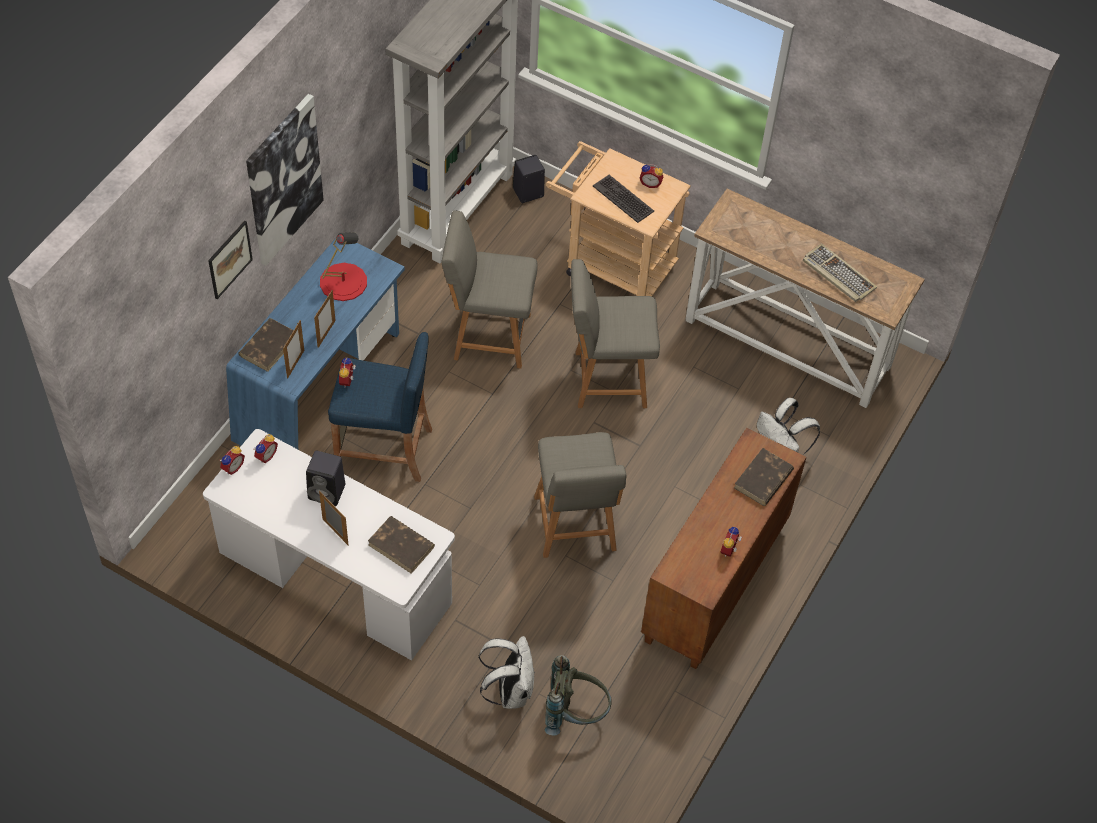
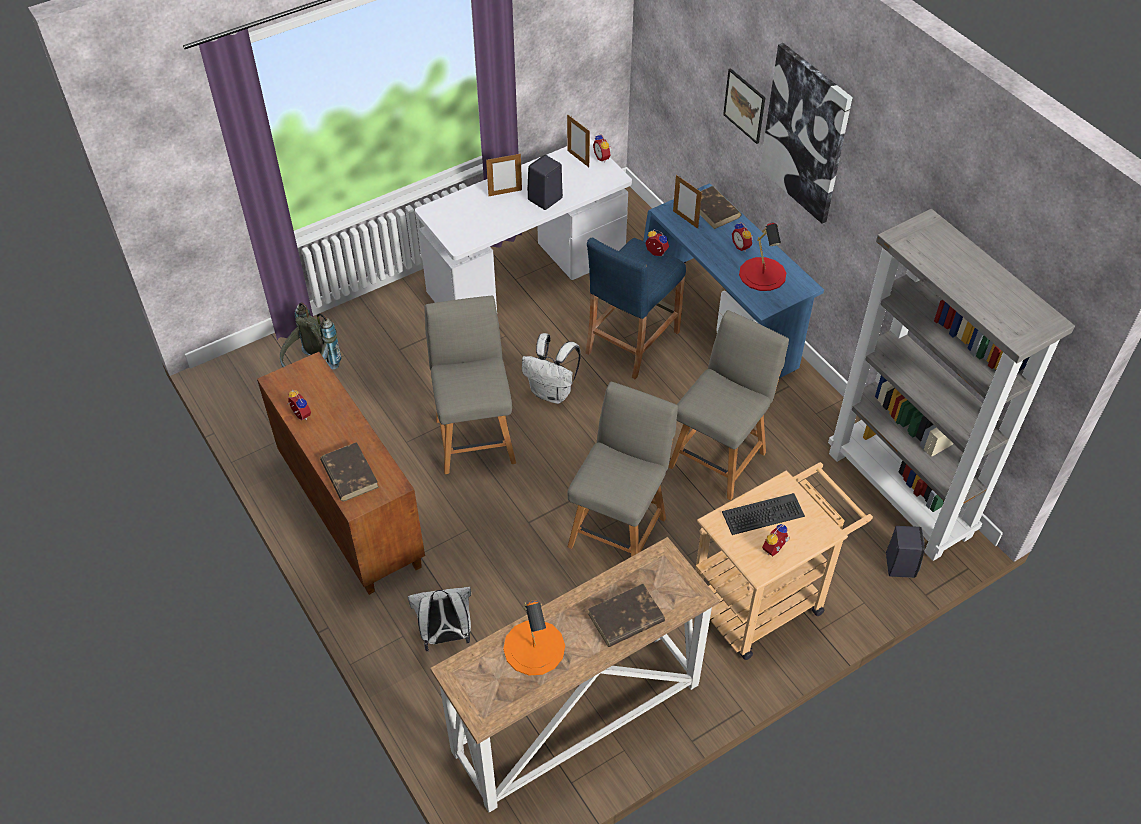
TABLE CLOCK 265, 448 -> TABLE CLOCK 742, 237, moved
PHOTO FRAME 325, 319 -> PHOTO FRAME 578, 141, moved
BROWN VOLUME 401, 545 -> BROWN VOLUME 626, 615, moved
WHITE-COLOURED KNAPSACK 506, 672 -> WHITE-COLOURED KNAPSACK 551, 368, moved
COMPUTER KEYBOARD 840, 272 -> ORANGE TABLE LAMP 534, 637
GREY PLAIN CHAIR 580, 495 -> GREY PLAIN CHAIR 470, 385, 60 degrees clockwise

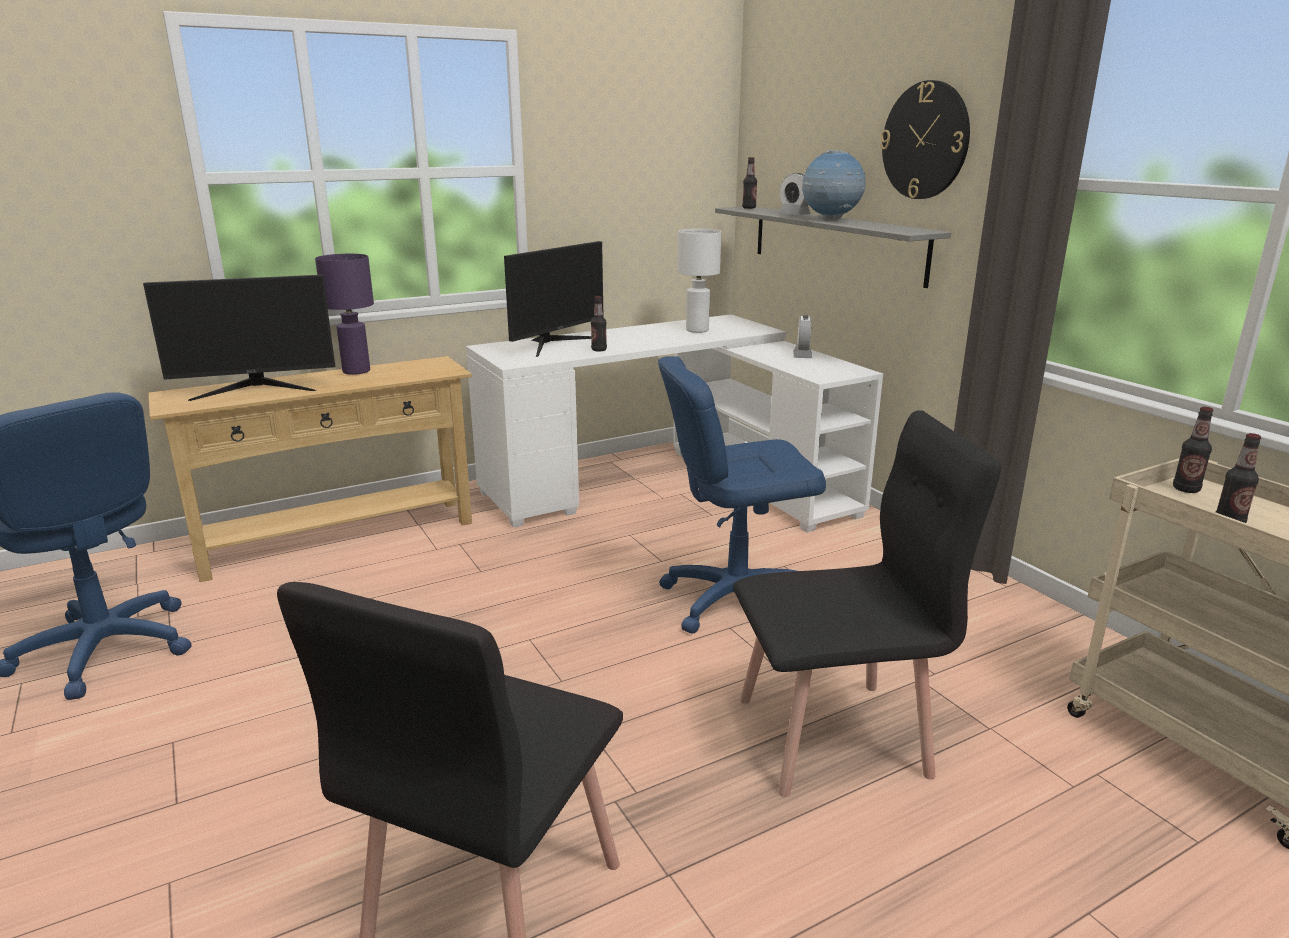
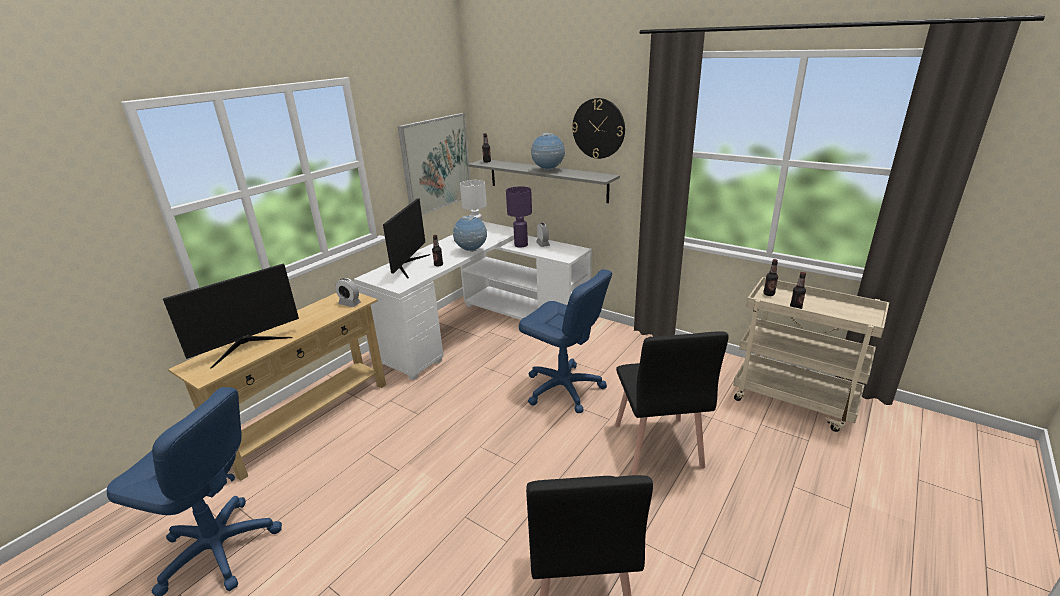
none -> WALL PICTURE 434, 164
none -> GLOBE 470, 233
PURPLE TABLE LAMP 344, 314 -> PURPLE TABLE LAMP 519, 216, moved
TABLE CLOCK 795, 194 -> TABLE CLOCK 348, 292, moved
BLUE DESK CHAIR 742, 495 -> BLUE DESK CHAIR 565, 341, 105 degrees counterclockwise
BLACK-COLOURED PLAIN CHAIR 867, 603 -> BLACK-COLOURED PLAIN CHAIR 672, 403, 120 degrees clockwise

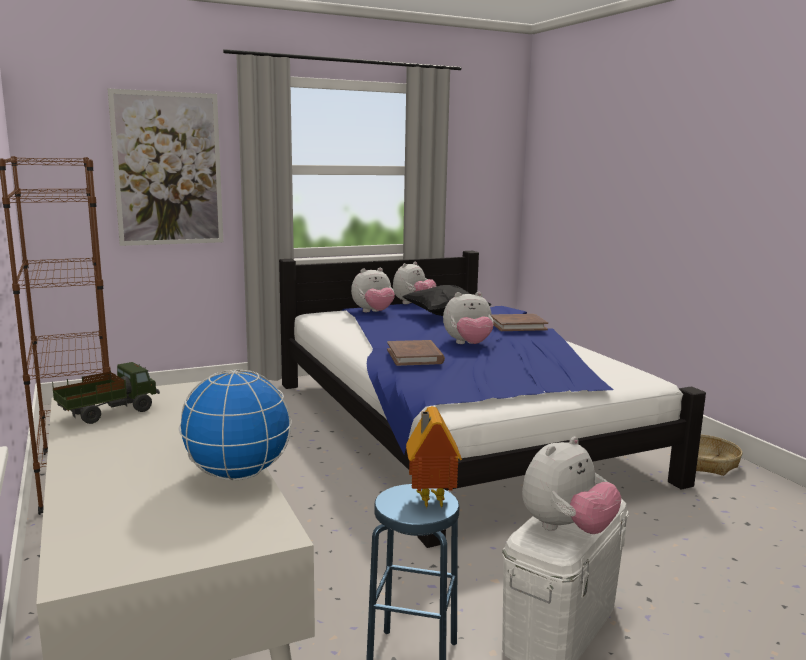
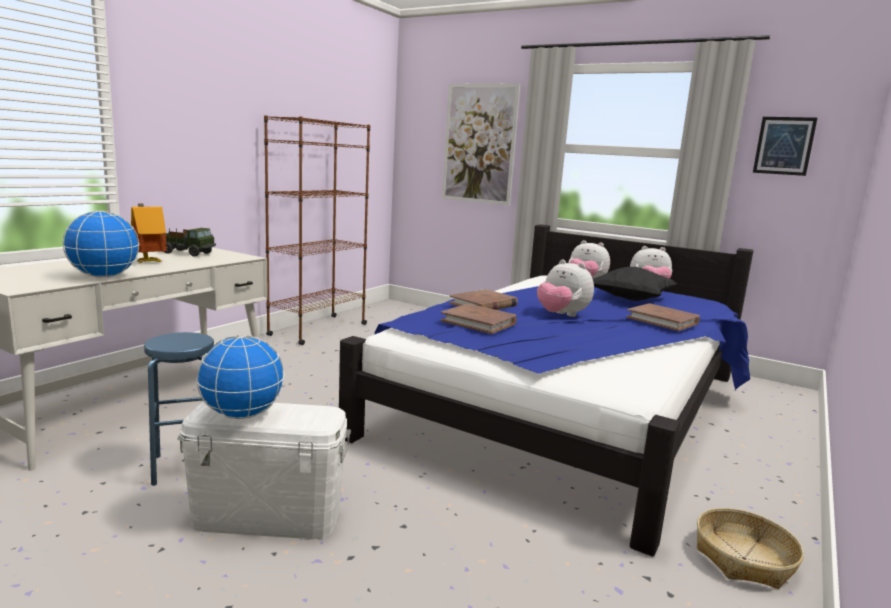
none -> BROWN VOLUME 479, 319
none -> WALL PICTURE 785, 146
TOY HOUSE 434, 457 -> TOY HOUSE 149, 233, moved
SOFT TOY 571, 485 -> GLOBE 240, 377

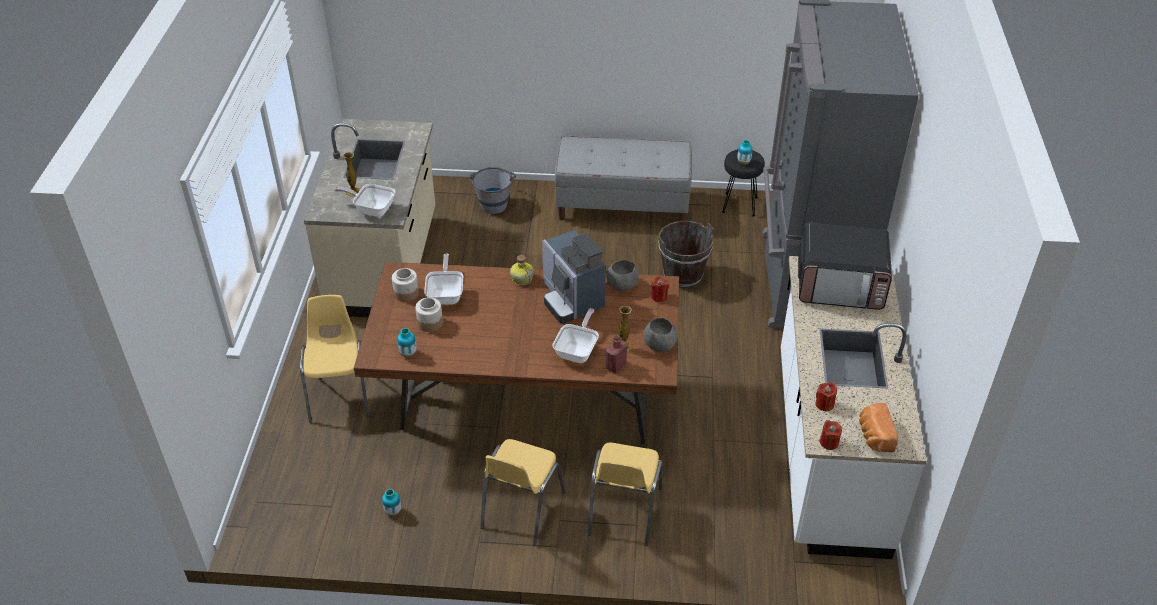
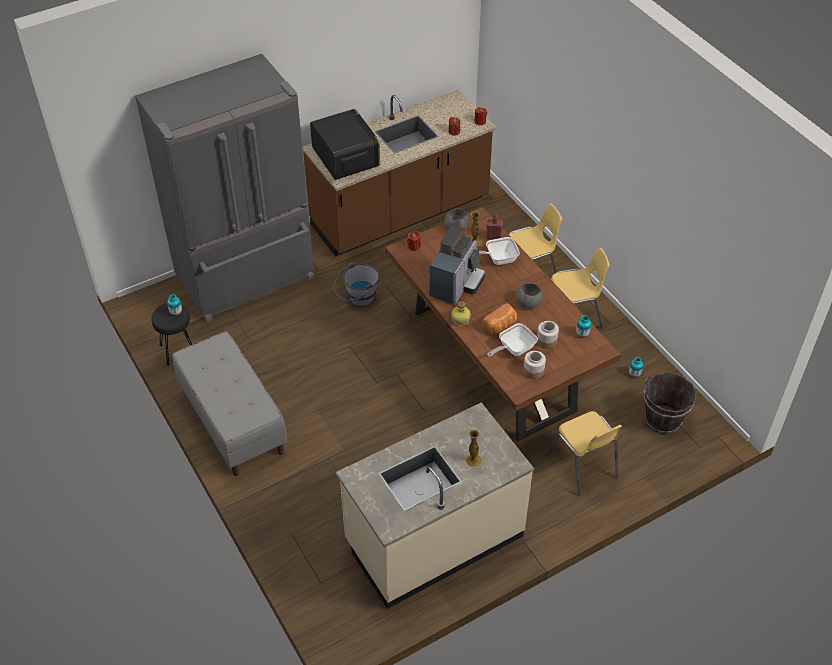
FRYING PAN 364, 200 -> none
GREY PAIL 493, 190 -> GREY PAIL 357, 284, moved
GREY DEEP DISH 622, 276 -> GREY DEEP DISH 529, 296, moved
BROWN PAIL 686, 254 -> BROWN PAIL 671, 403, moved
BAKERY BREAD 878, 427 -> BAKERY BREAD 500, 319, moved
WHITE-COLOURED KITCHEN BASE UNIT 853, 407 -> BROWN KITCHEN BASE UNIT 399, 173
YELLOWISH PLAIN CHAIR 334, 359 -> YELLOWISH PLAIN CHAIR 584, 453, 75 degrees counterclockwise

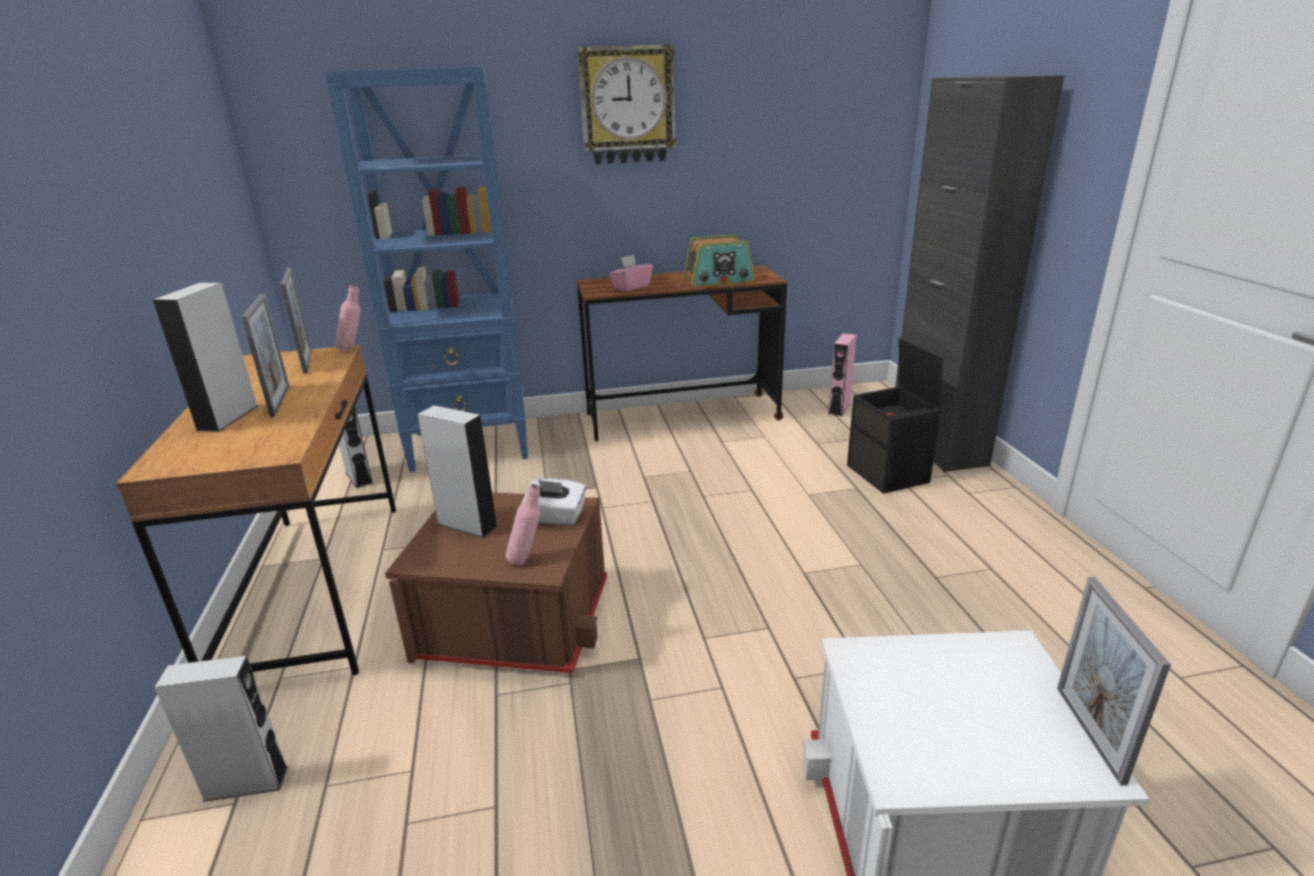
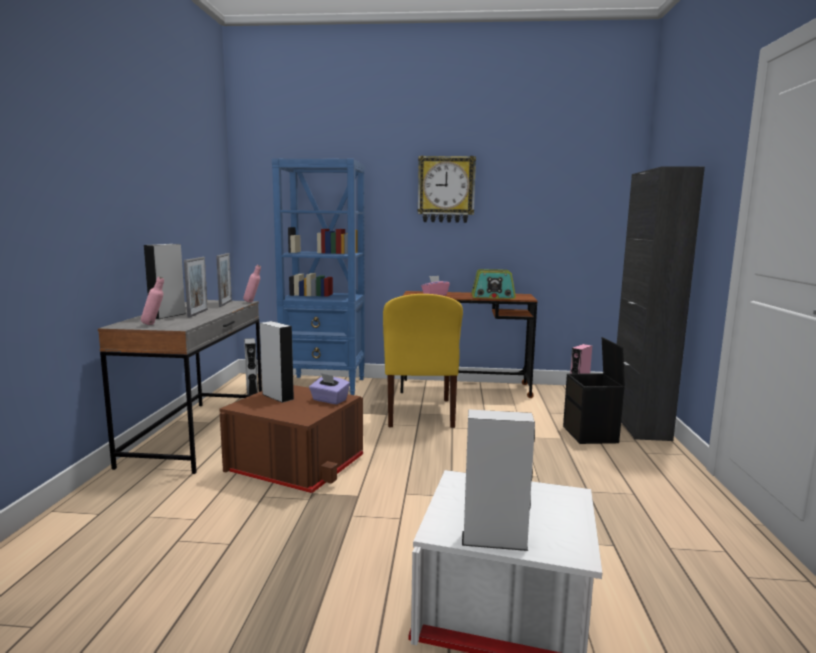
PHOTO FRAME 1114, 681 -> none
none -> YELLOWISH PLAIN CHAIR 423, 361
GREY SPEAKER 221, 728 -> GREY SPEAKER 498, 480, moved
PINK BEVERAGE BOTTLE 523, 524 -> PINK BEVERAGE BOTTLE 152, 301, moved
BROWN DESK TABLE 256, 510 -> GREY DESK TABLE 180, 387
WHITE-COLOURED BOX OF TISSUES 553, 502 -> PURPLE BOX OF TISSUES 329, 388

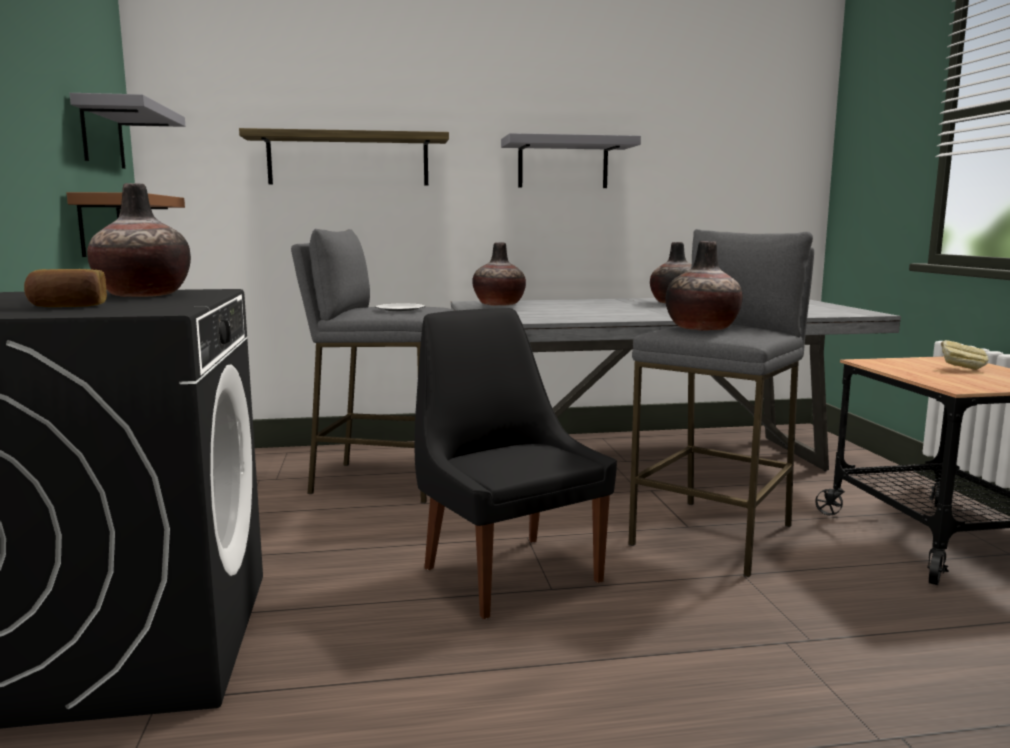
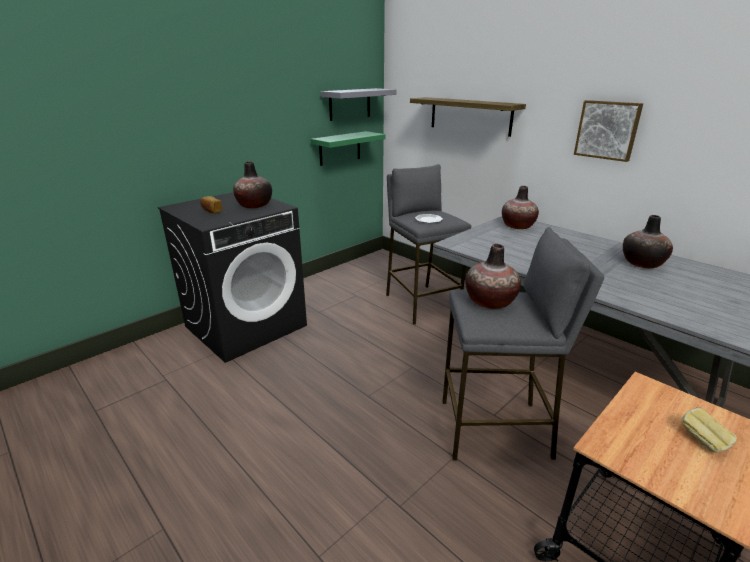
BLACK-COLOURED PLAIN CHAIR 516, 463 -> none
GREY SHELF 571, 160 -> WALL PICTURE 608, 131
BROWN SHELF 126, 224 -> GREEN SHELF 348, 148

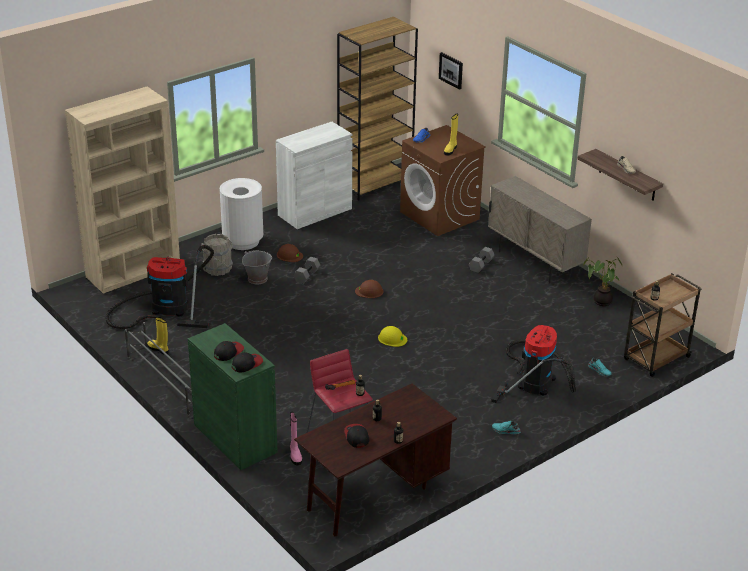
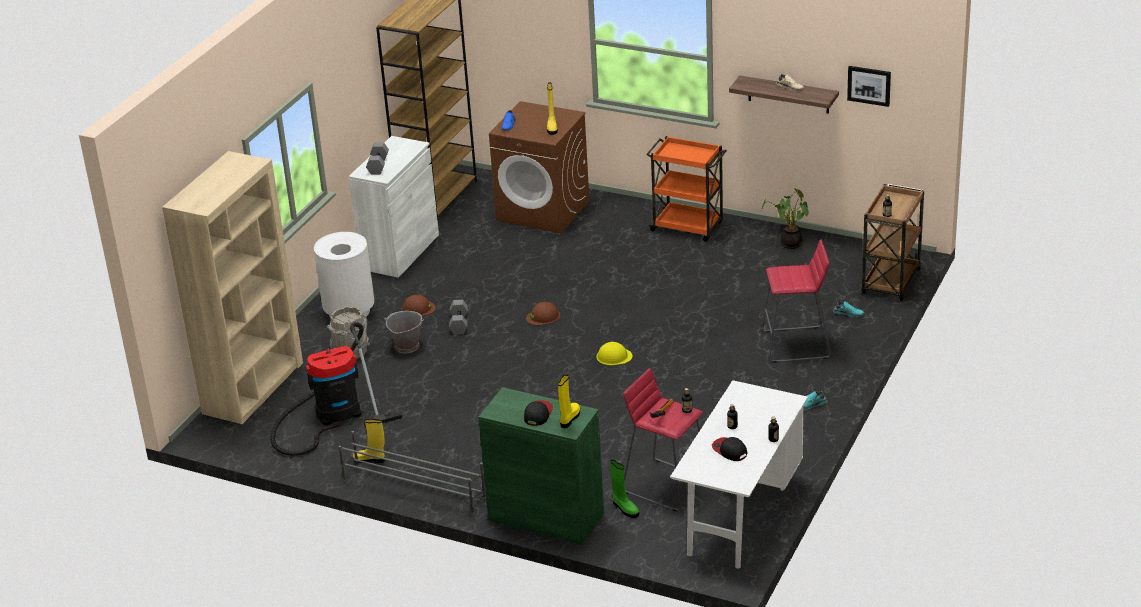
WALL PICTURE 451, 71 -> WALL PICTURE 869, 86, moved
GREY FREE WEIGHT 482, 260 -> GREY FREE WEIGHT 377, 158, moved
CAP 247, 362 -> YELLOWISH TALL BOOT 569, 401
BEIGE CABINET 540, 230 -> ORANGE WHEELED CART 686, 189
HOOVER 533, 364 -> REDDISH STOOL SEAT 796, 300
PINK TALL BOOT 296, 438 -> GREEN TALL BOOT 624, 489
BROWN DESK TABLE 375, 460 -> WHITE-COLOURED DESK TABLE 739, 474

